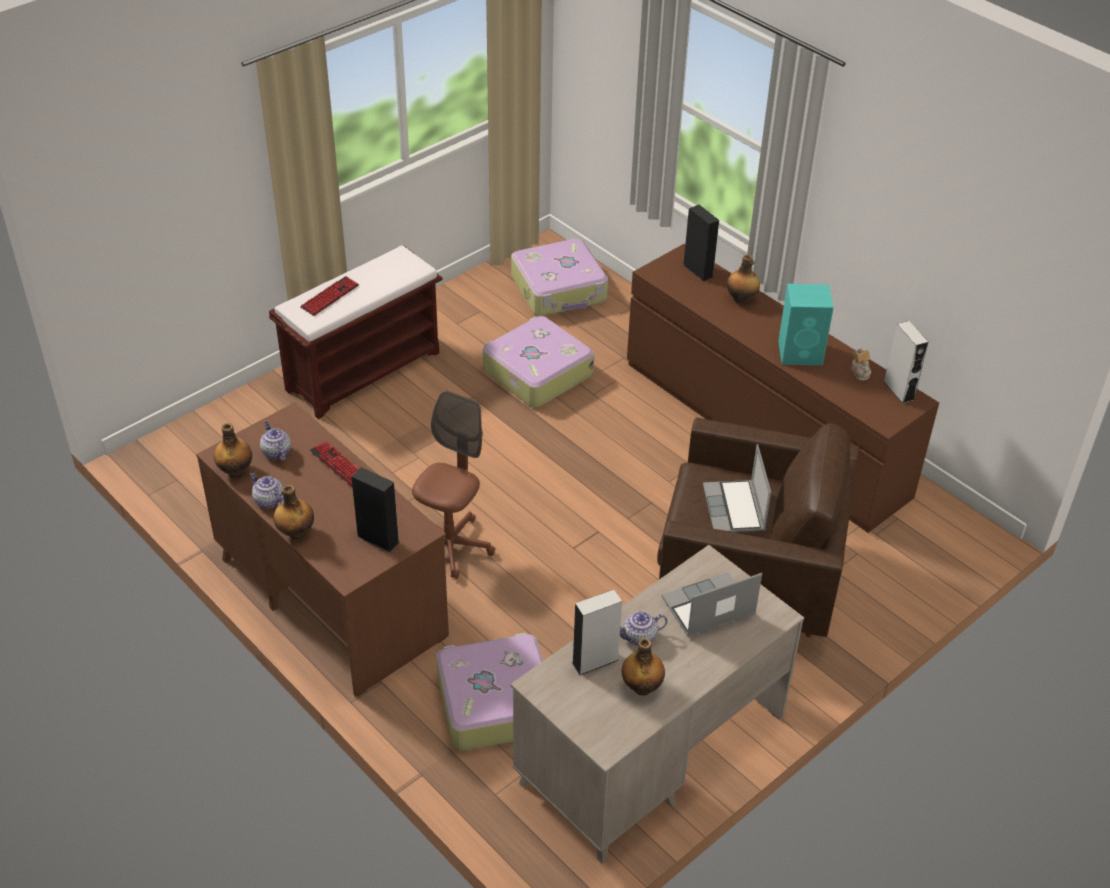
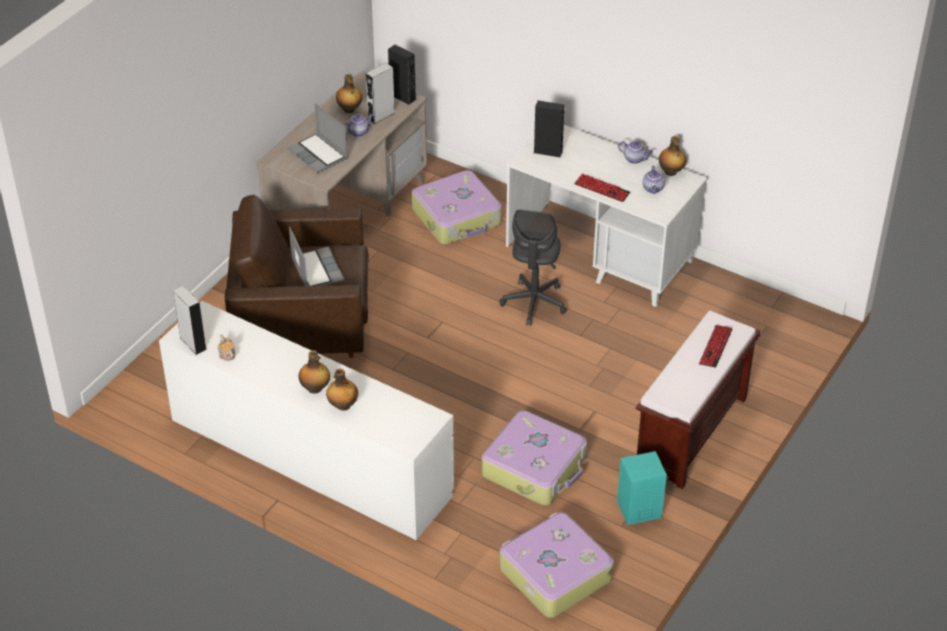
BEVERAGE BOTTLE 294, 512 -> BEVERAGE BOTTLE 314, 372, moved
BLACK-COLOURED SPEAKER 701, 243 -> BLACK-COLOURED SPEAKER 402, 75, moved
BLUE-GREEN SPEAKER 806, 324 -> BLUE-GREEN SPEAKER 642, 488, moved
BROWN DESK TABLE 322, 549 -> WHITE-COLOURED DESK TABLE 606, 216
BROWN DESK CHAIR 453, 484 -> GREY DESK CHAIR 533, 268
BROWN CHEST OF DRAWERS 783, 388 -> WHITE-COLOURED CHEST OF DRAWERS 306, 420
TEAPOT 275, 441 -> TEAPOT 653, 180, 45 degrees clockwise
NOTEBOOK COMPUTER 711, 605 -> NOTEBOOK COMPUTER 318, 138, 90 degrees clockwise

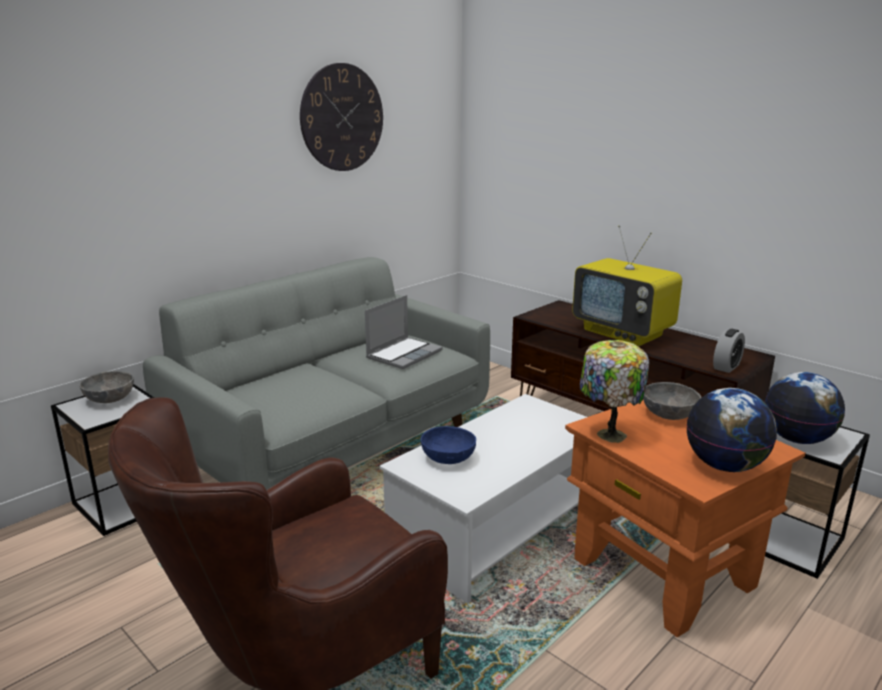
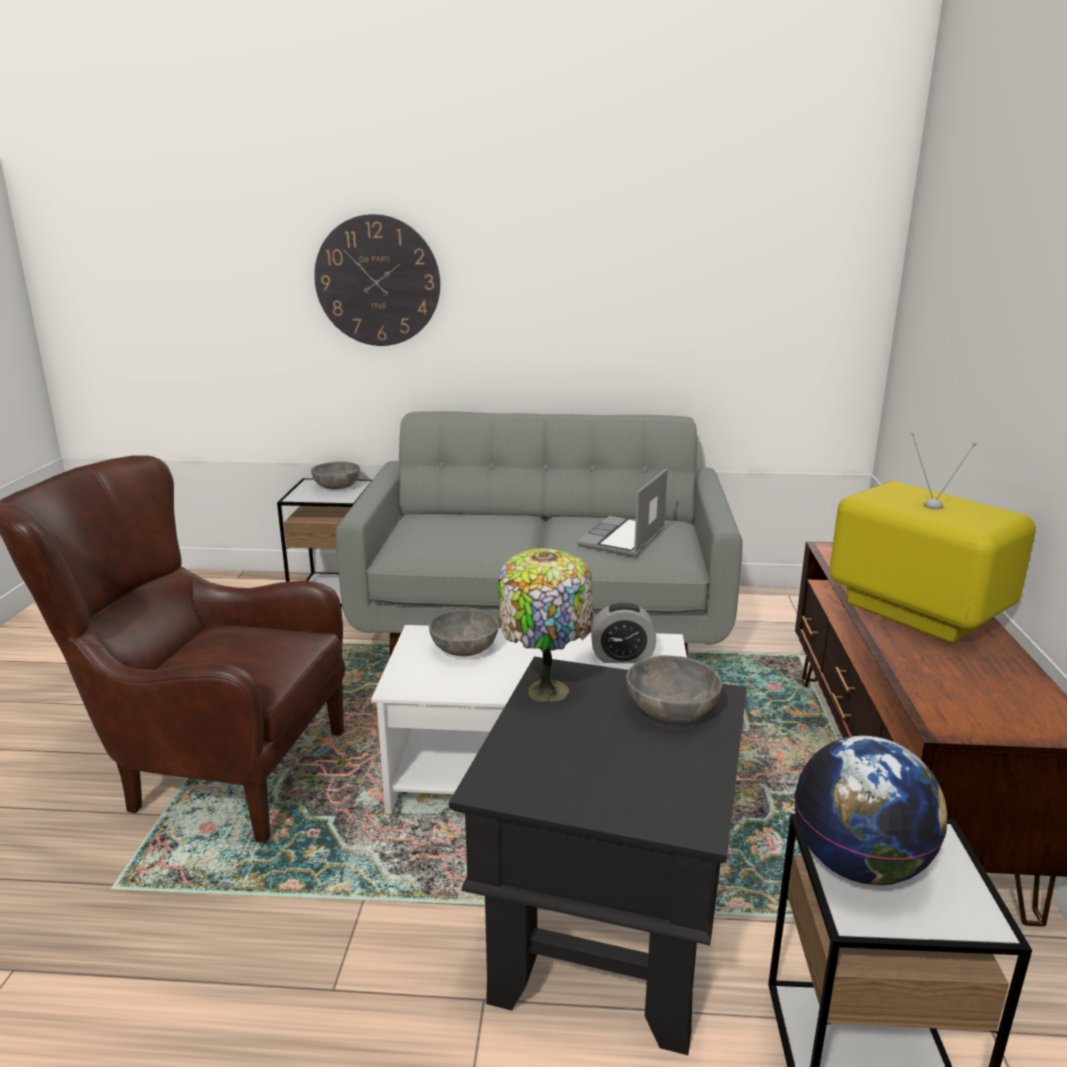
GLOBE 732, 430 -> none
CLOCK ON THE WALL 341, 117 -> CLOCK ON THE WALL 377, 280, moved
TABLE CLOCK 729, 351 -> TABLE CLOCK 623, 632, moved
BLUE DEEP DISH 448, 445 -> GREY DEEP DISH 464, 632
ORANGE SIDE TABLE 685, 518 -> BLACK-COLOURED SIDE TABLE 598, 855
NOTEBOOK COMPUTER 404, 332 -> NOTEBOOK COMPUTER 622, 513, 120 degrees clockwise
TV SET 627, 285 -> TV SET 932, 537, 135 degrees clockwise

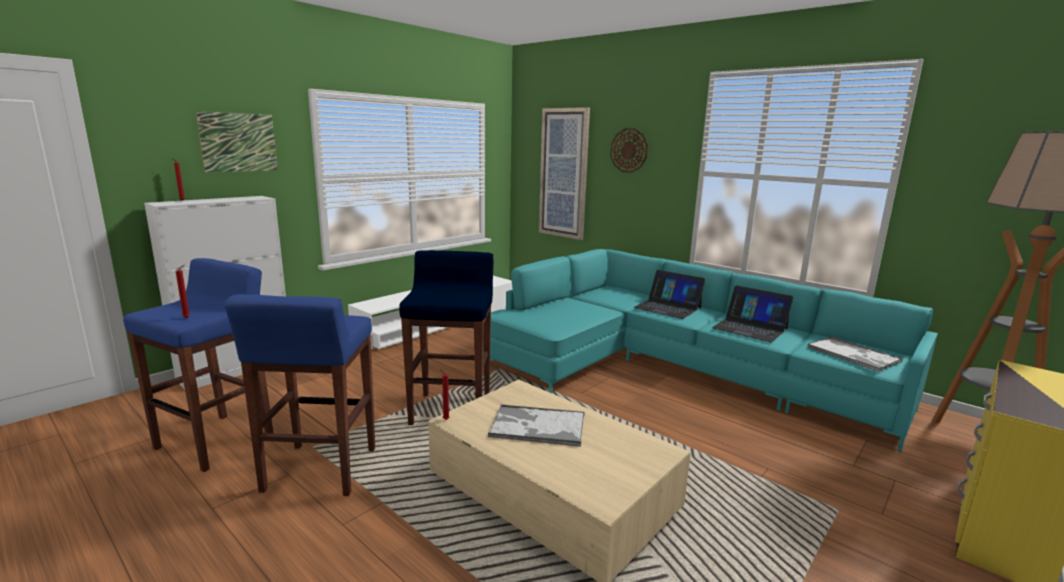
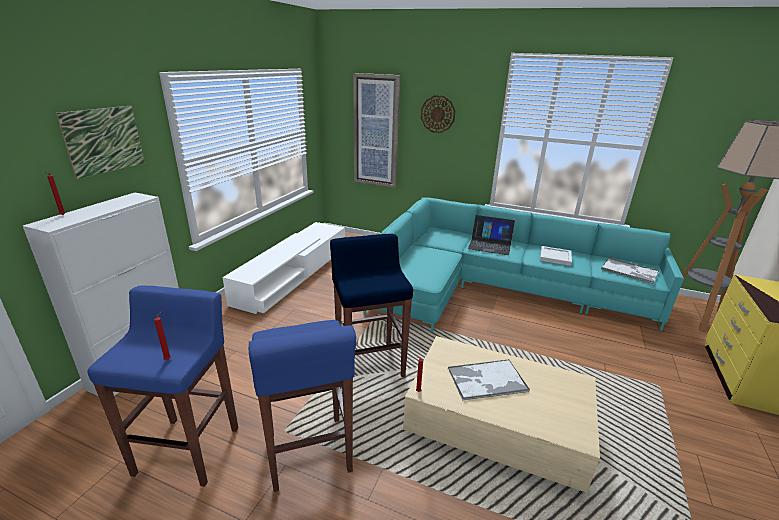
NOTEBOOK COMPUTER 752, 313 -> WHITE-COLOURED CARRYING TRAY 556, 256

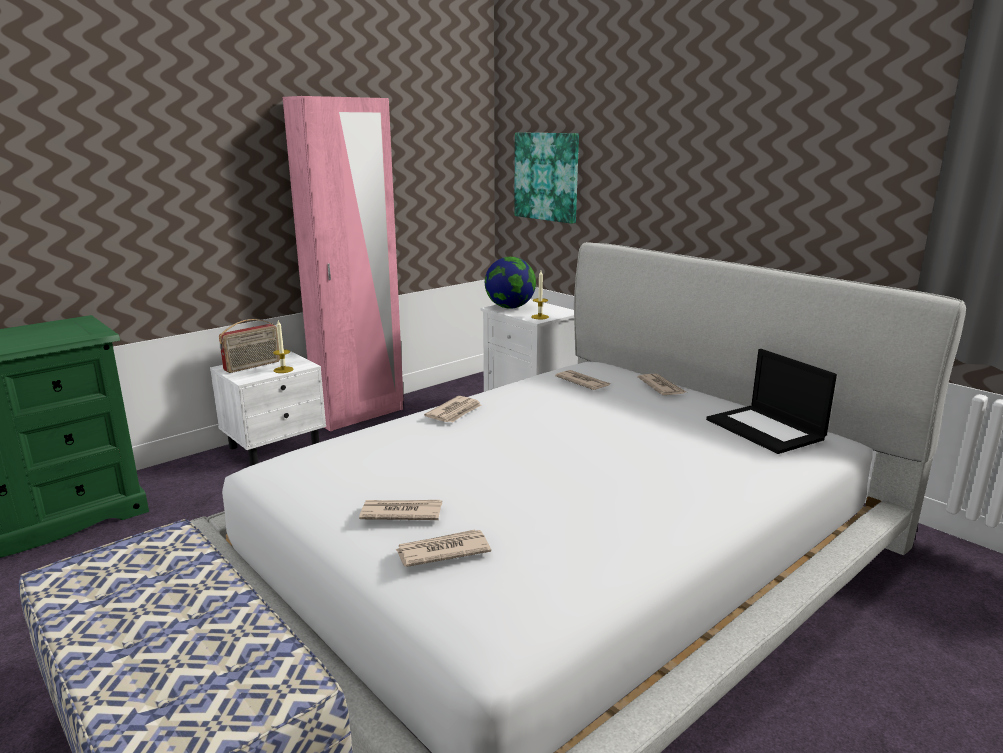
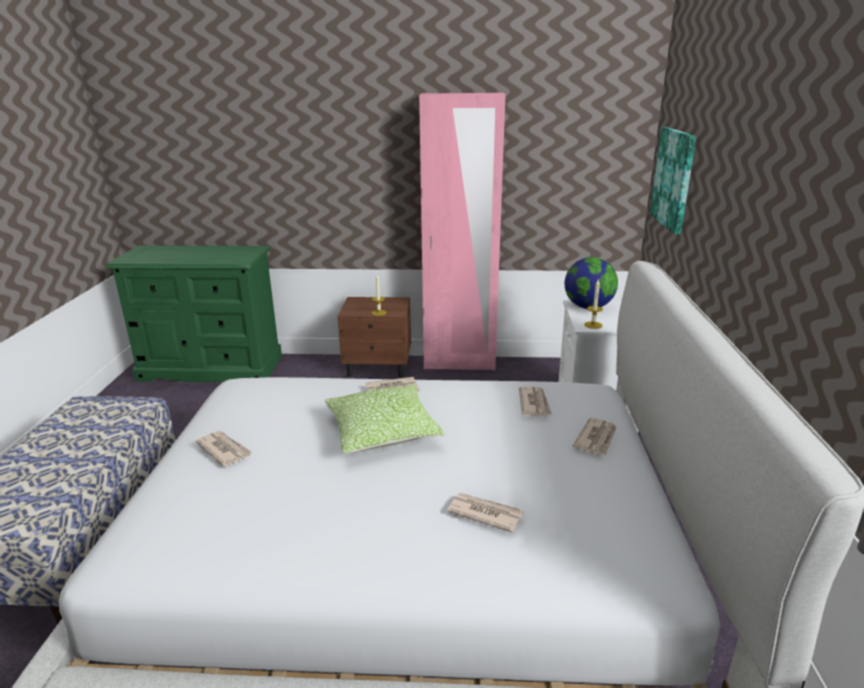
RADIO 249, 346 -> none
NOTEBOOK COMPUTER 771, 401 -> none
none -> THROW PILLOW 385, 419
DAILY PAPER 443, 548 -> DAILY PAPER 485, 513, moved
WHITE-COLOURED NIGHTSTAND 268, 408 -> BROWN NIGHTSTAND 374, 337

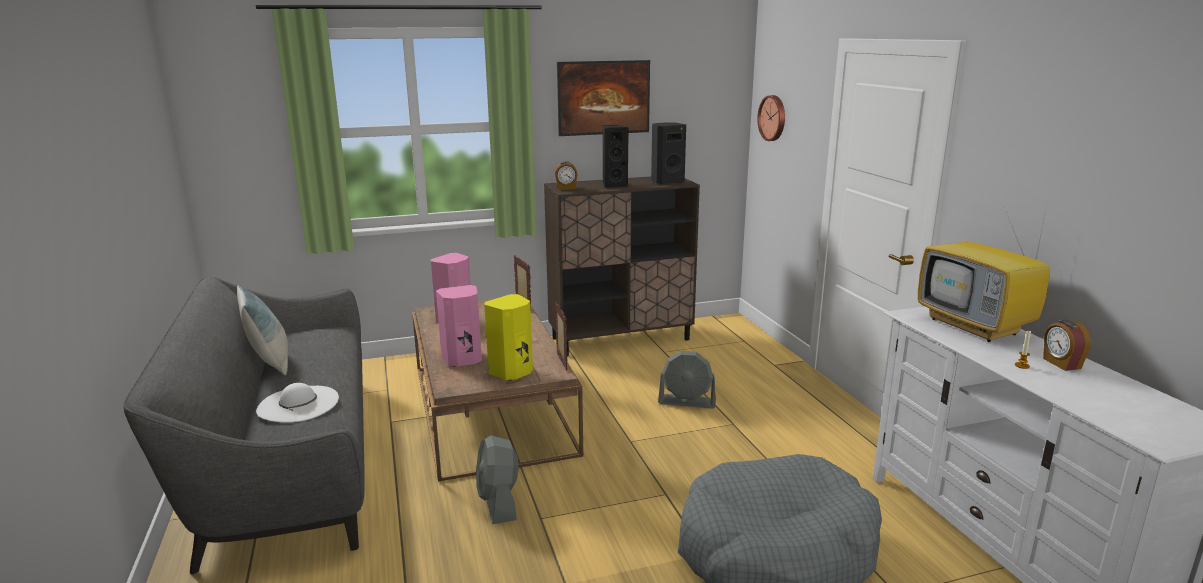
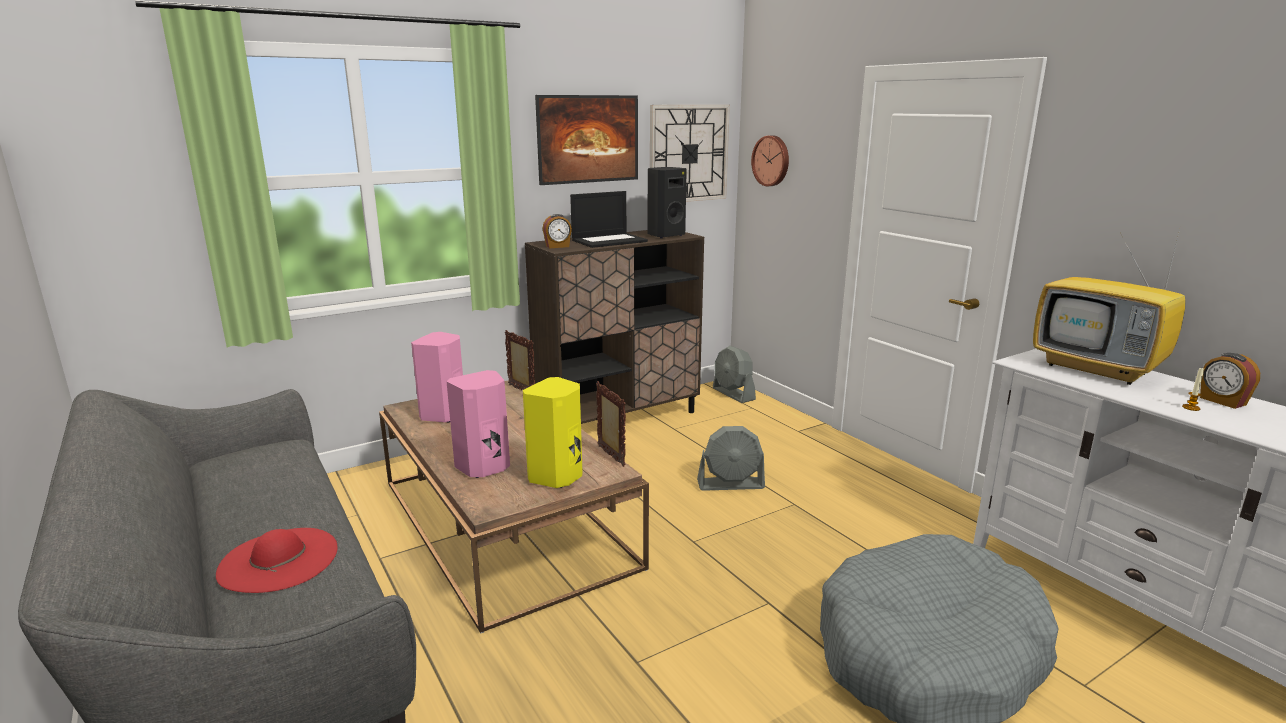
THROW PILLOW 262, 329 -> none
none -> CLOCK ON THE WALL 690, 153
GREY COOLING FAN 497, 479 -> GREY COOLING FAN 734, 374, moved
BLACK-COLOURED SPEAKER 616, 156 -> NOTEBOOK COMPUTER 609, 219
WHITE-COLOURED HAT 297, 403 -> REDDISH HAT 277, 560

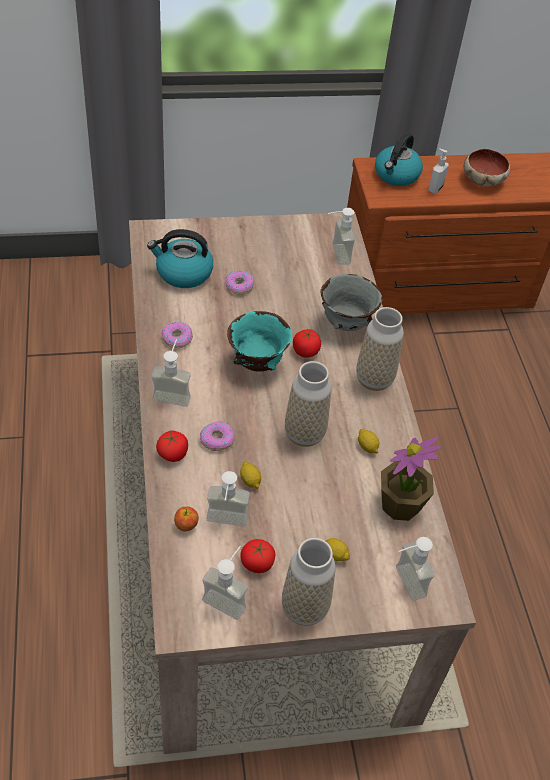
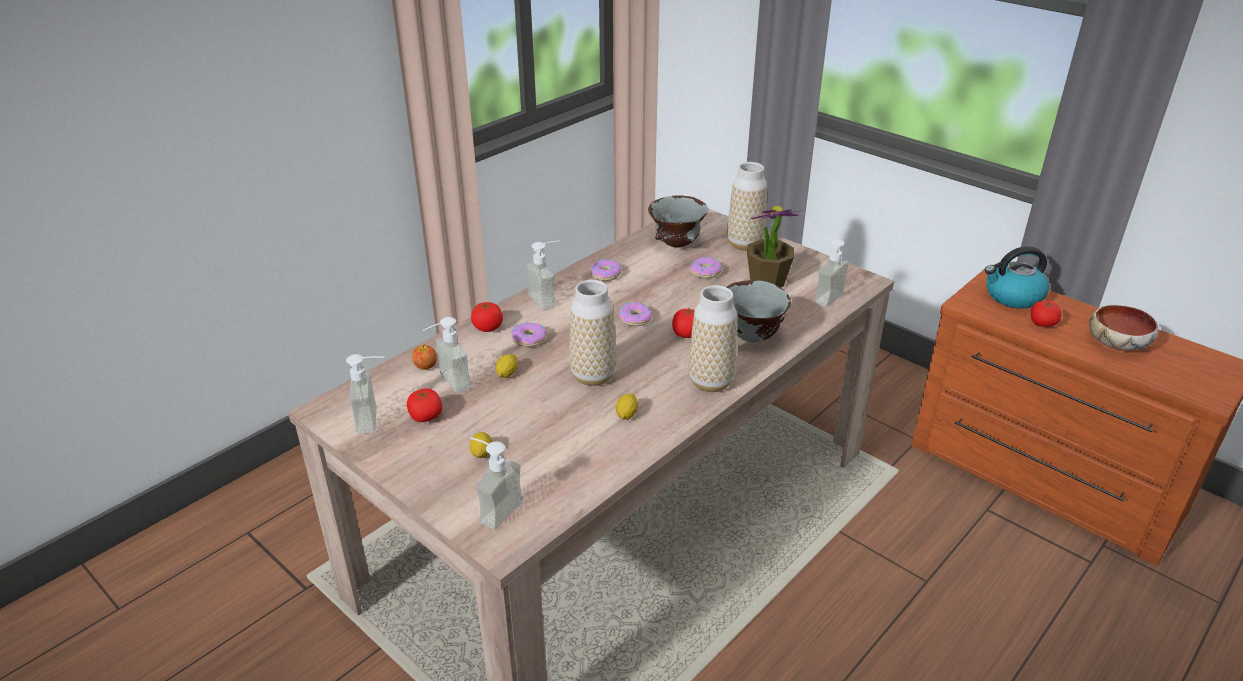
FLOWER VASE 308, 582 -> FLOWER VASE 747, 206, moved
POTTED PLANT 411, 479 -> POTTED PLANT 774, 247, moved
WATER KETTLE 180, 258 -> GREY DEEP DISH 678, 221
BLUE-GREEN DEEP DISH 259, 341 -> RING DOUGHNUT 635, 314
LIQUID SOAP BOTTLE 438, 171 -> WHOLE TOMATO 1046, 314

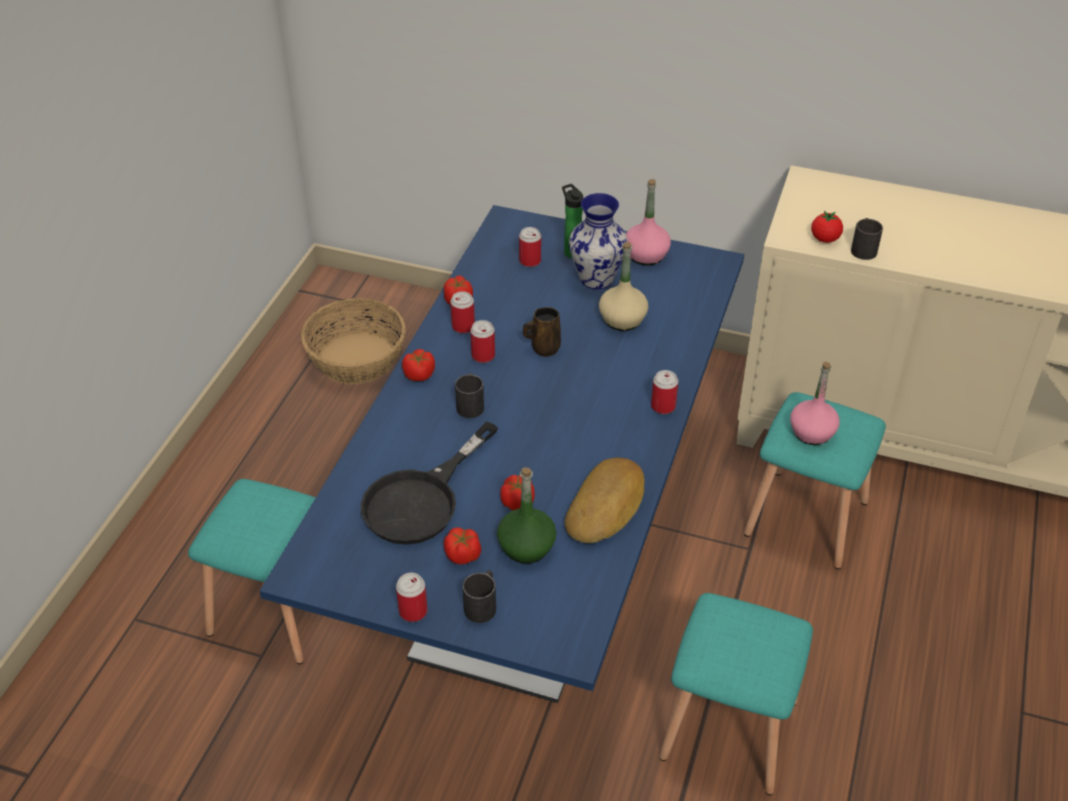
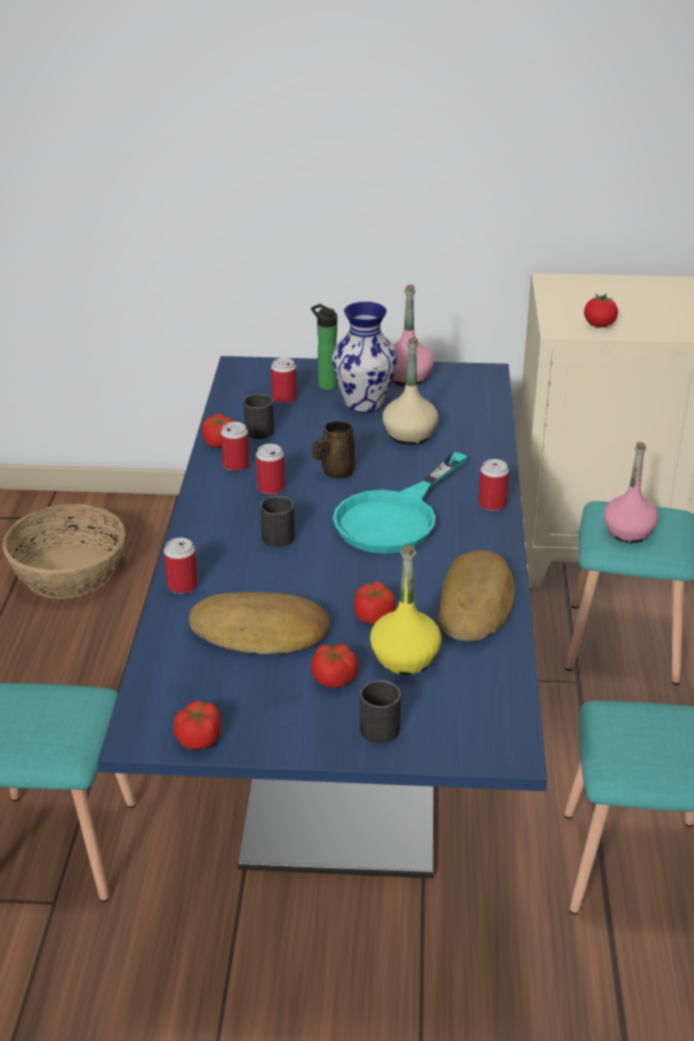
none -> BLUE-GREEN FRYING PAN 400, 503
METAL CAN 411, 597 -> METAL CAN 181, 566, moved
WHOLE TOMATO 418, 365 -> WHOLE TOMATO 197, 725, moved
BLACK-COLOURED MUG 867, 239 -> BLACK-COLOURED MUG 259, 416, moved
BLACK-COLOURED FRYING PAN 429, 483 -> BAKERY BREAD 259, 623
GREEN BEVERAGE BOTTLE 526, 515 -> YELLOWISH BEVERAGE BOTTLE 406, 610

